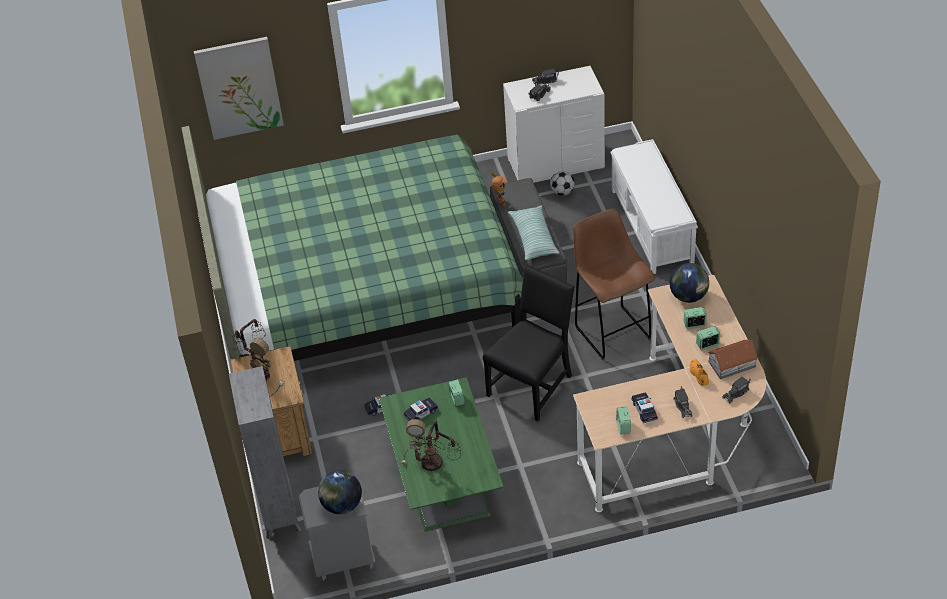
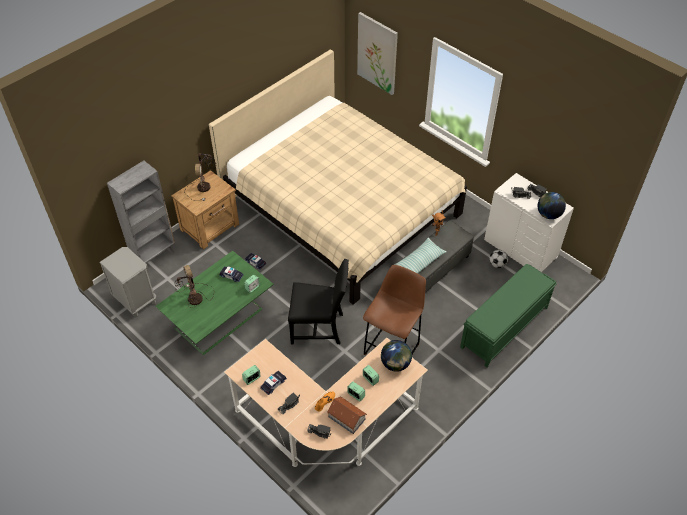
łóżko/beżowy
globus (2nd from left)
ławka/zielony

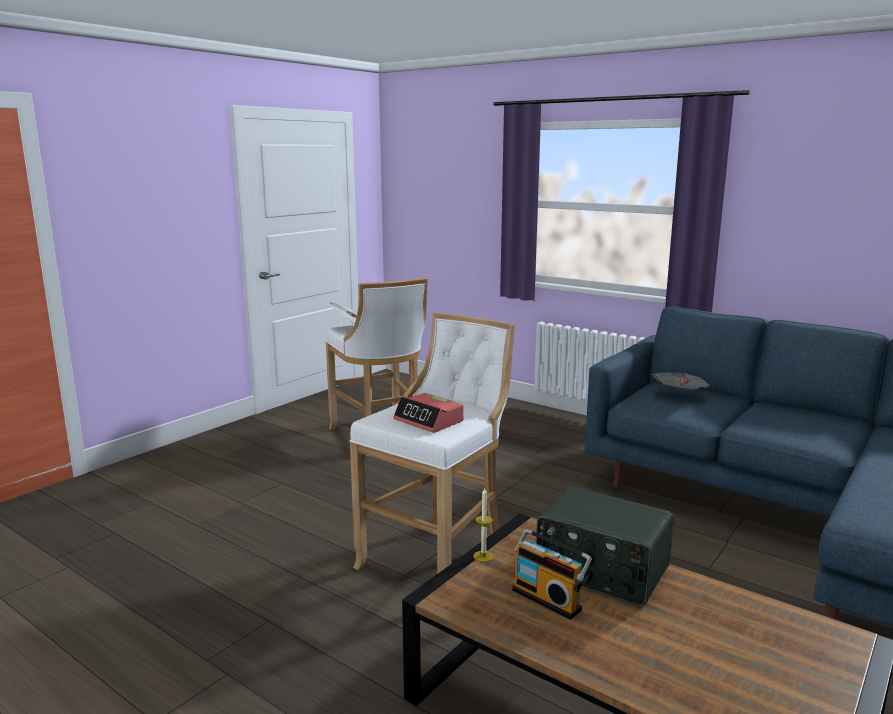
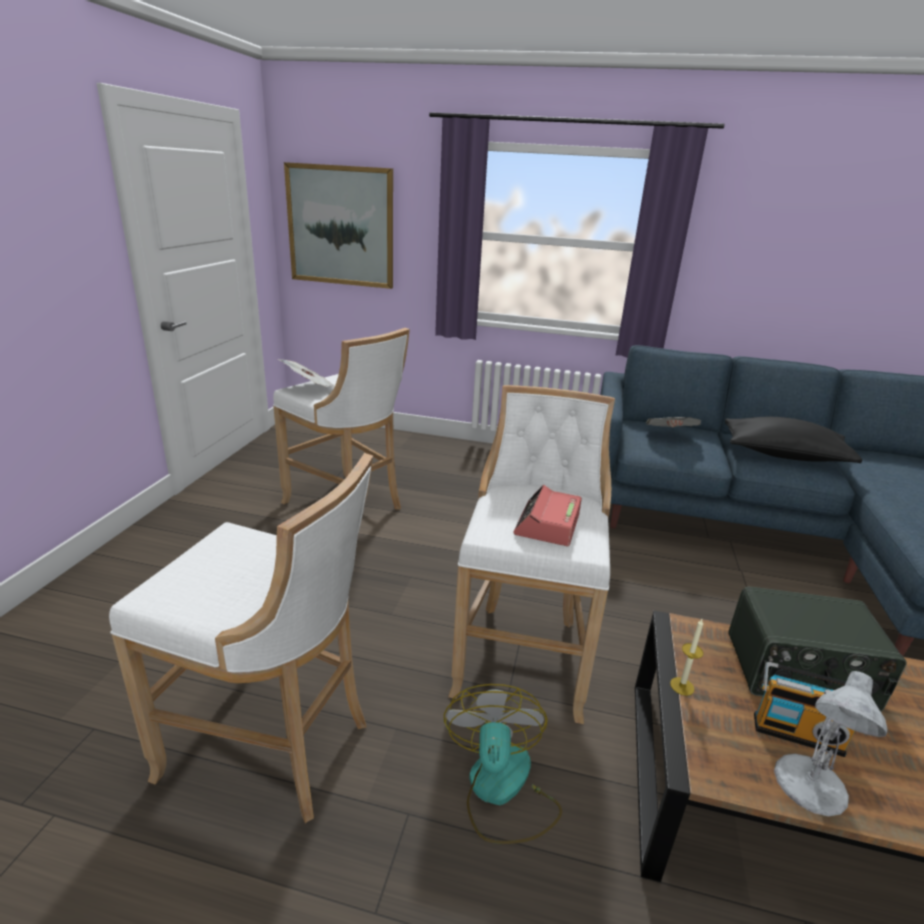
budzik
stołek/biały (1st from left)
obraz
wentylator
poduszka/czarny
lampa stołowa/biały

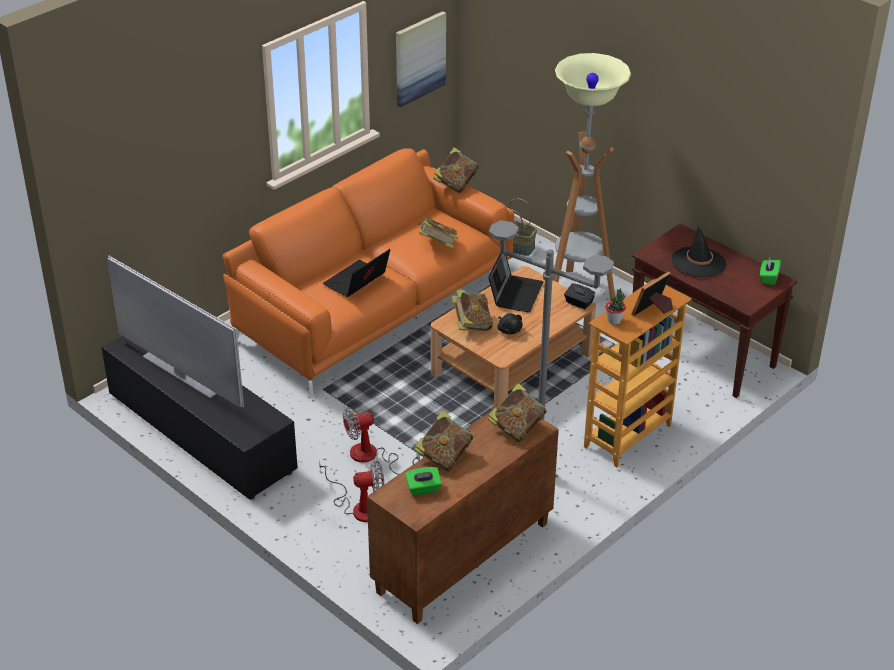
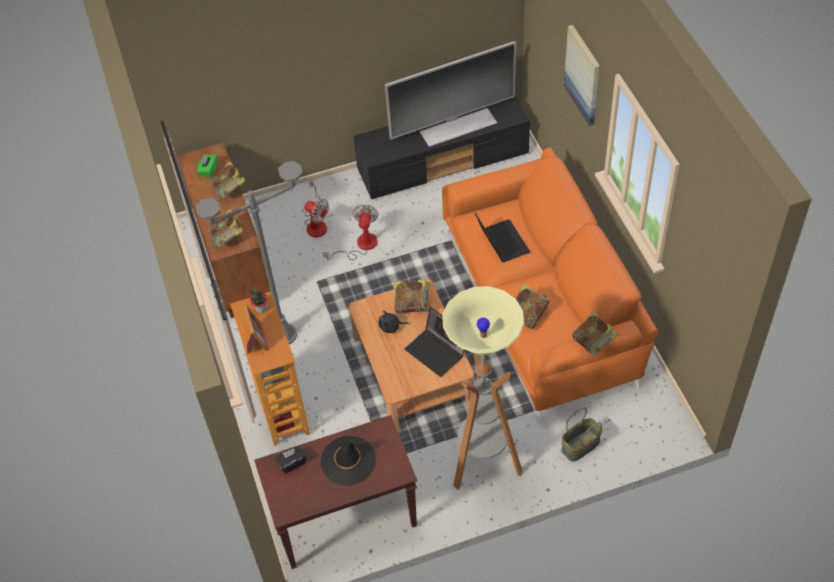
wentylator (1st from left)
obraz
pudełko chusteczek/czarny
pudełko chusteczek/zielony (2nd from left in the first image)

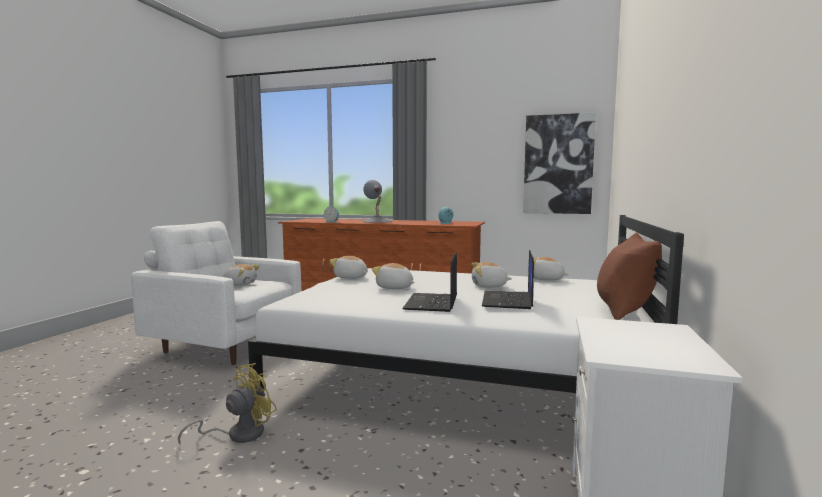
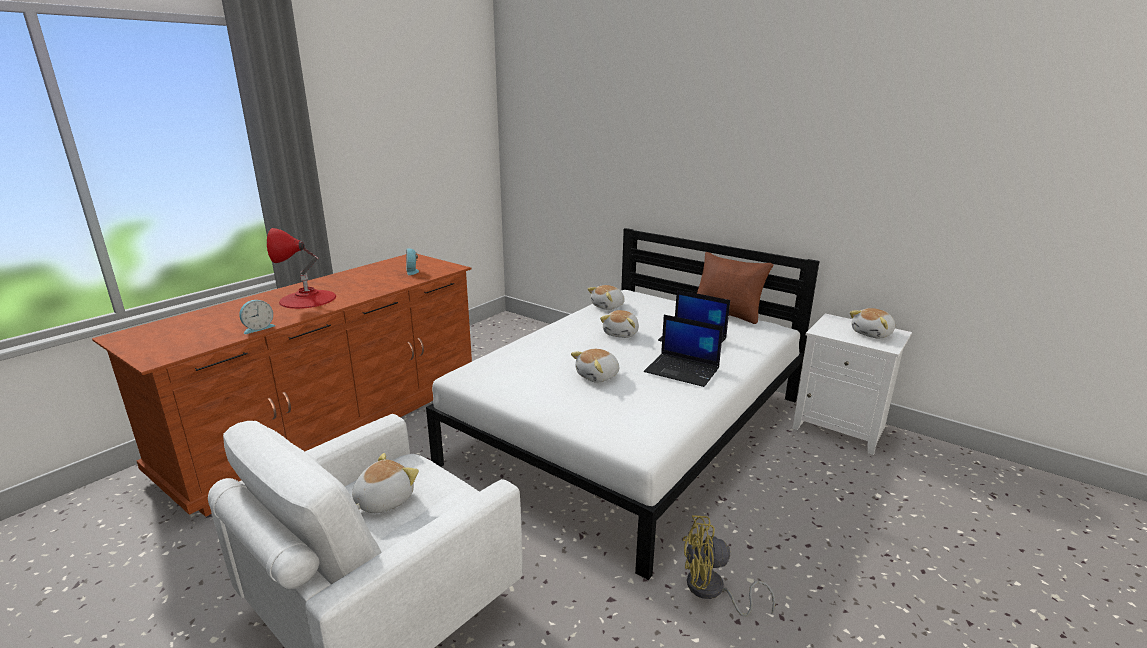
wentylator/żółty
pluszak (5th from left)
lampa stołowa/czerwony
obraz

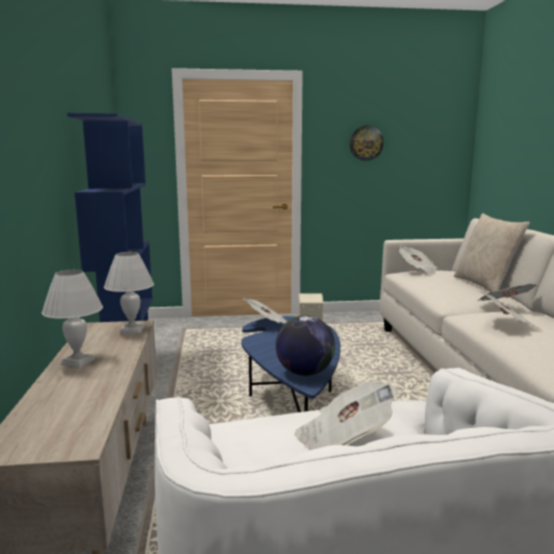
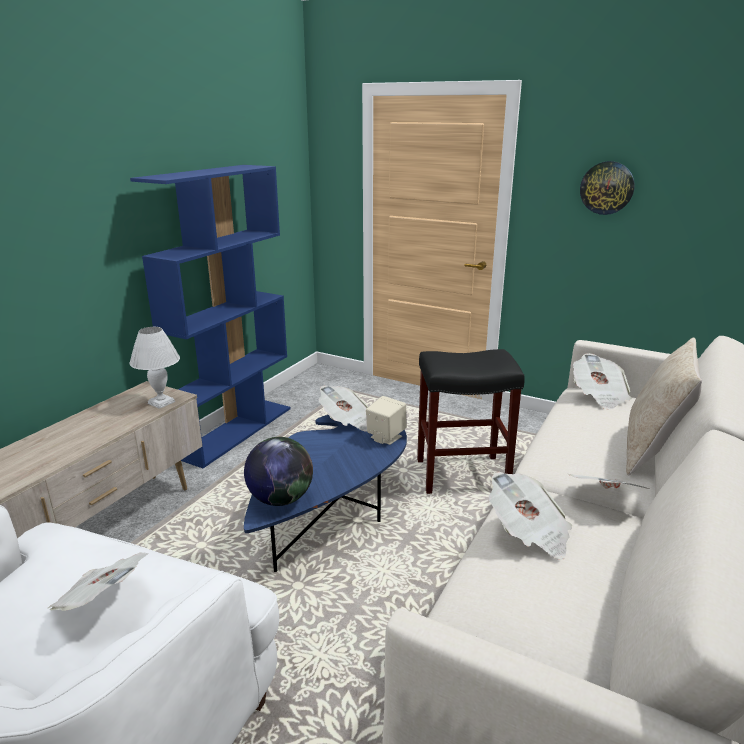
lampa stołowa/biały (1st from left in the first image)
stołek/czarny

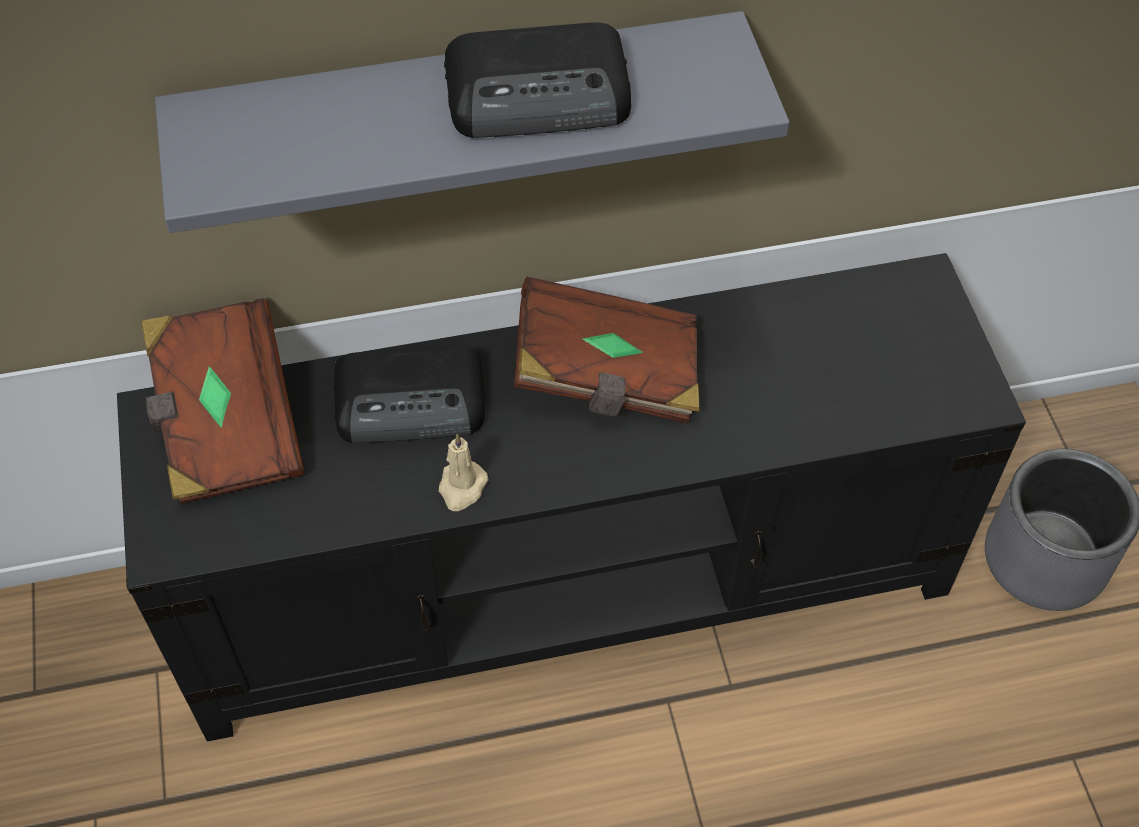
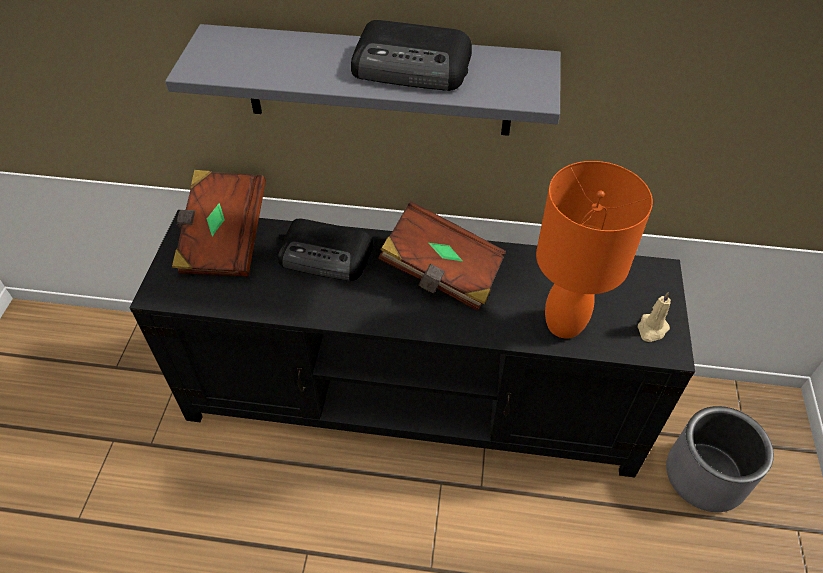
świeca/beżowy
lampa stołowa/pomarańczowy

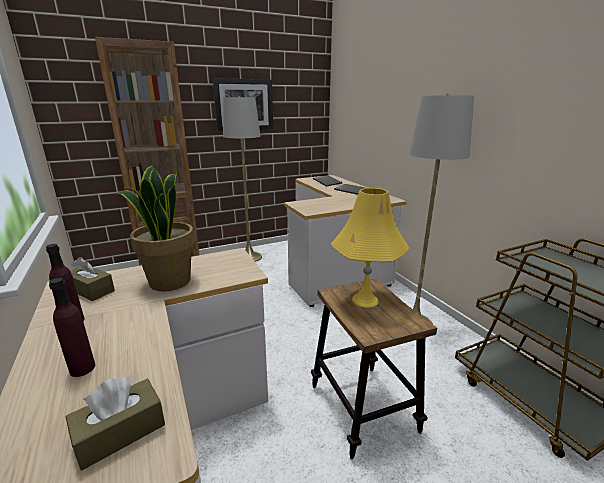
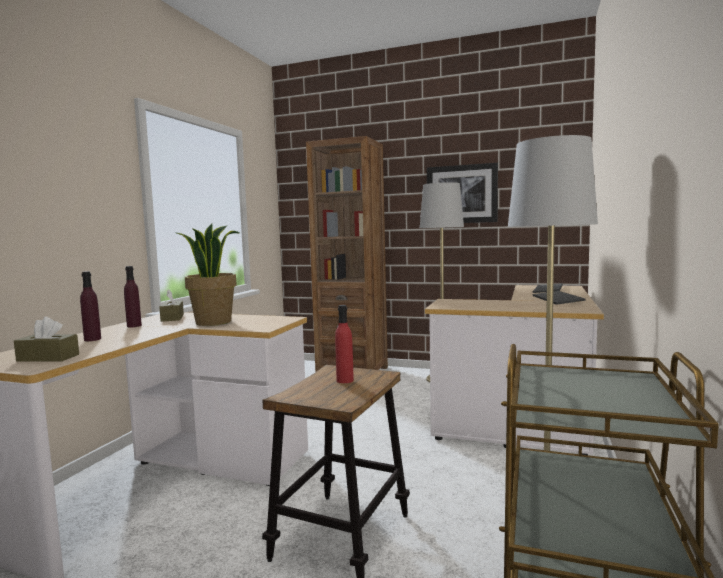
butelka/czerwony

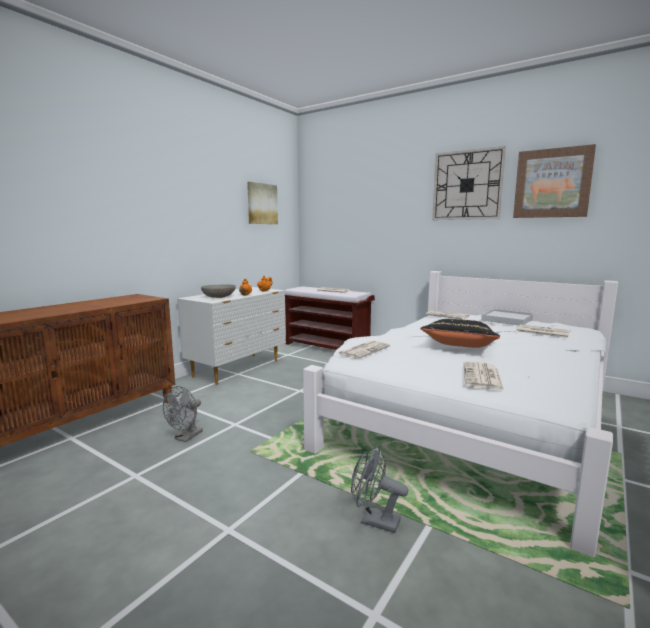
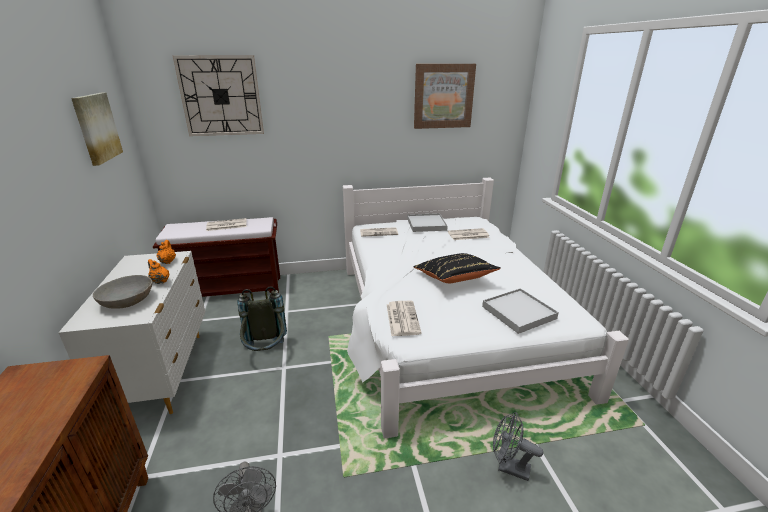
wentylator/szary (2nd from left)
zegar ścienny
taca/biały (2nd from left)
plecak/szary

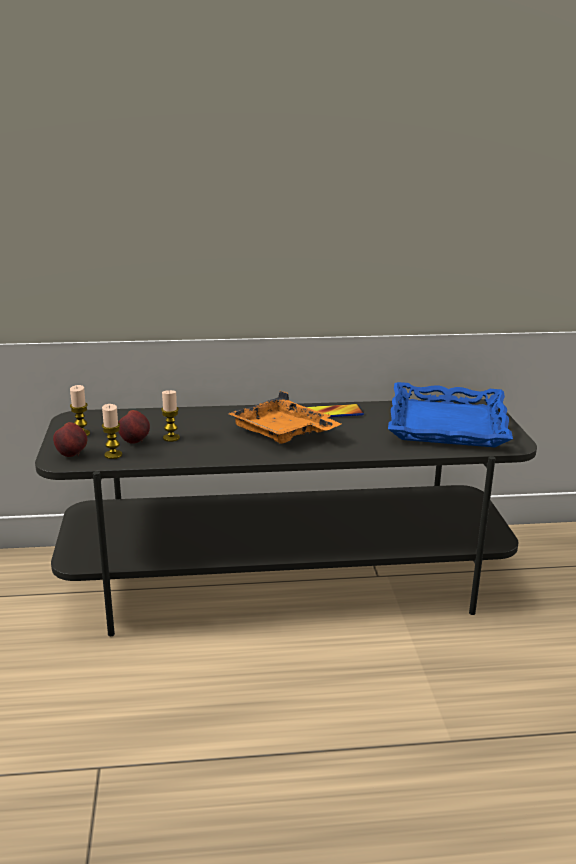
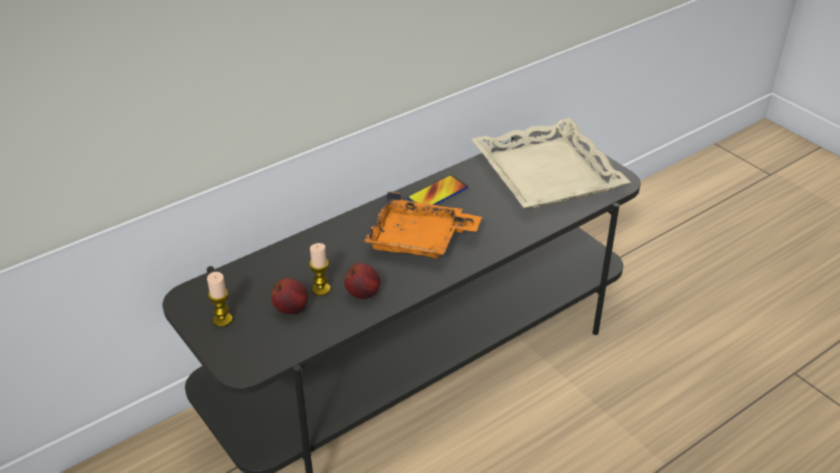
jabłko (2nd from left)
świeca (2nd from left in the first image)
taca/beżowy

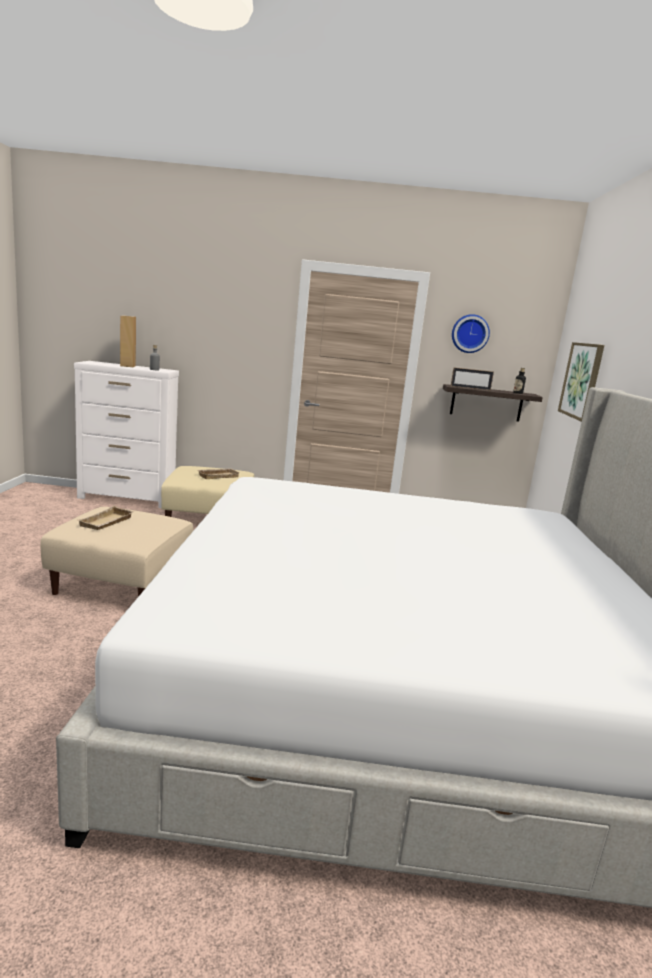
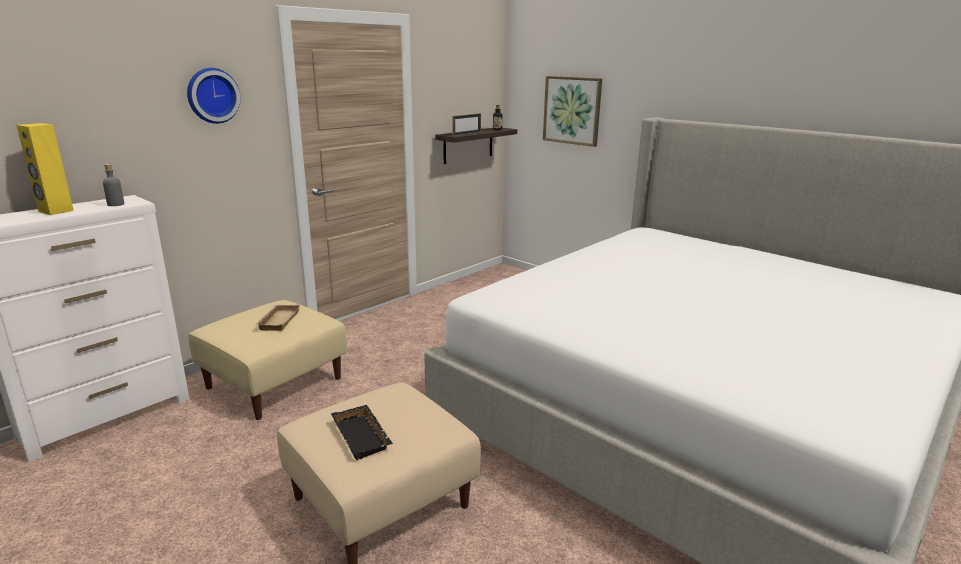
taca/czarny
głośnik/żółty
zegar ścienny

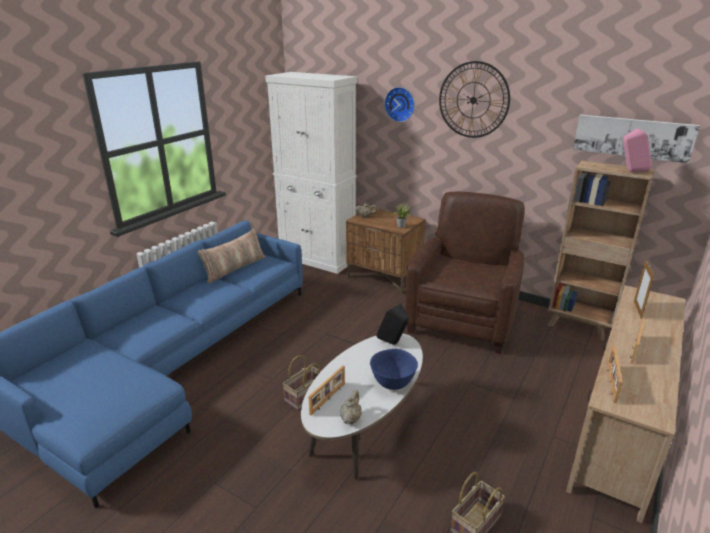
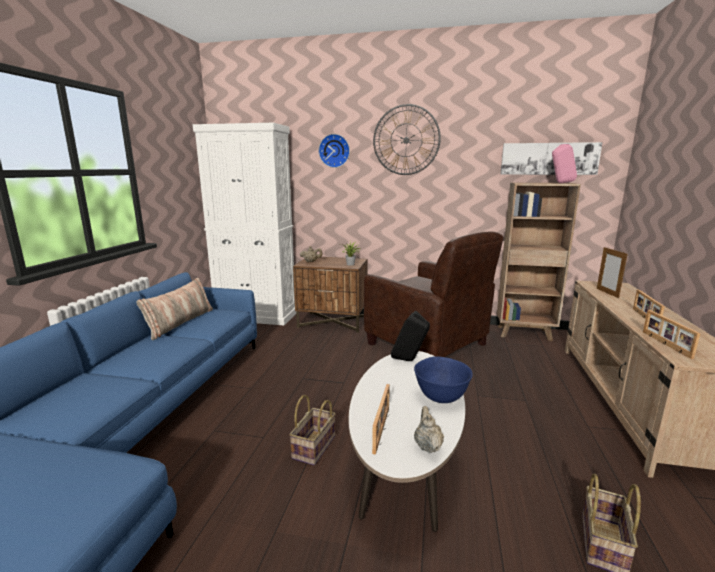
fotel/brązowy

